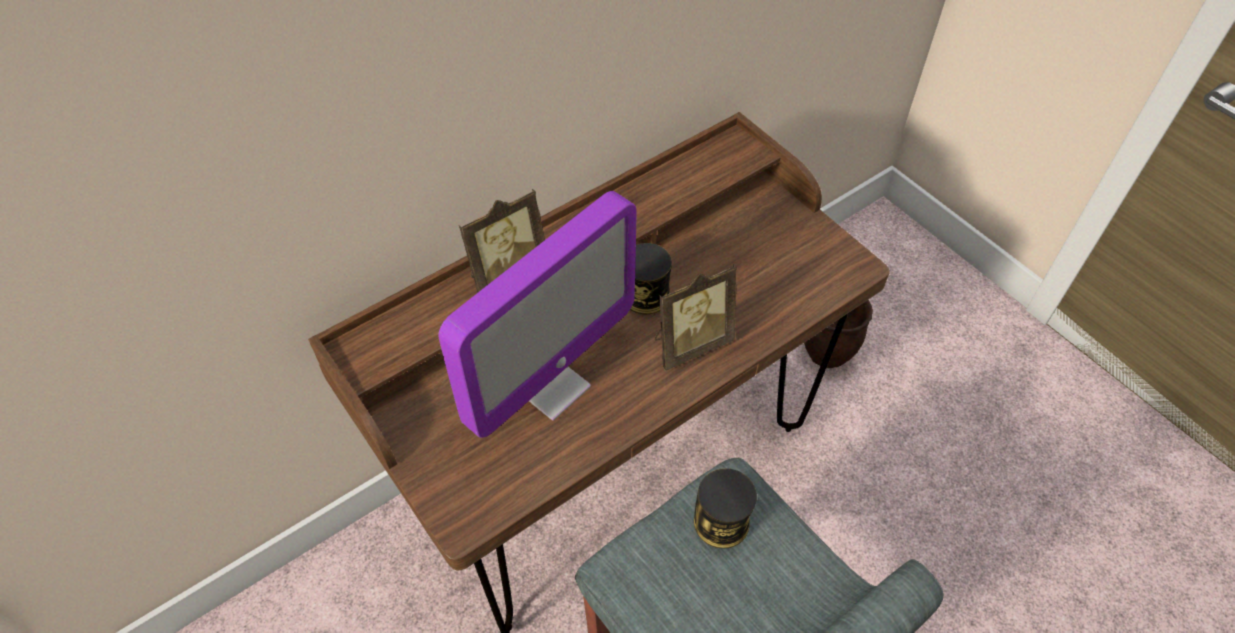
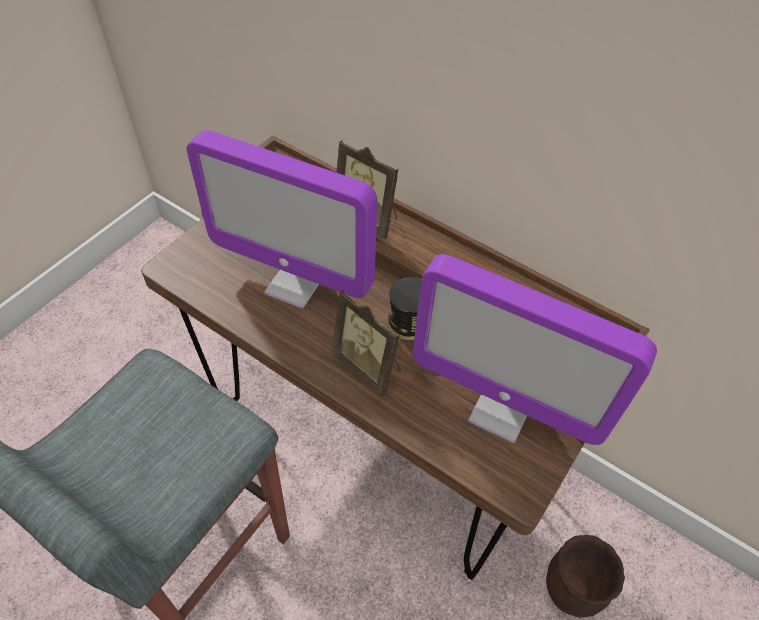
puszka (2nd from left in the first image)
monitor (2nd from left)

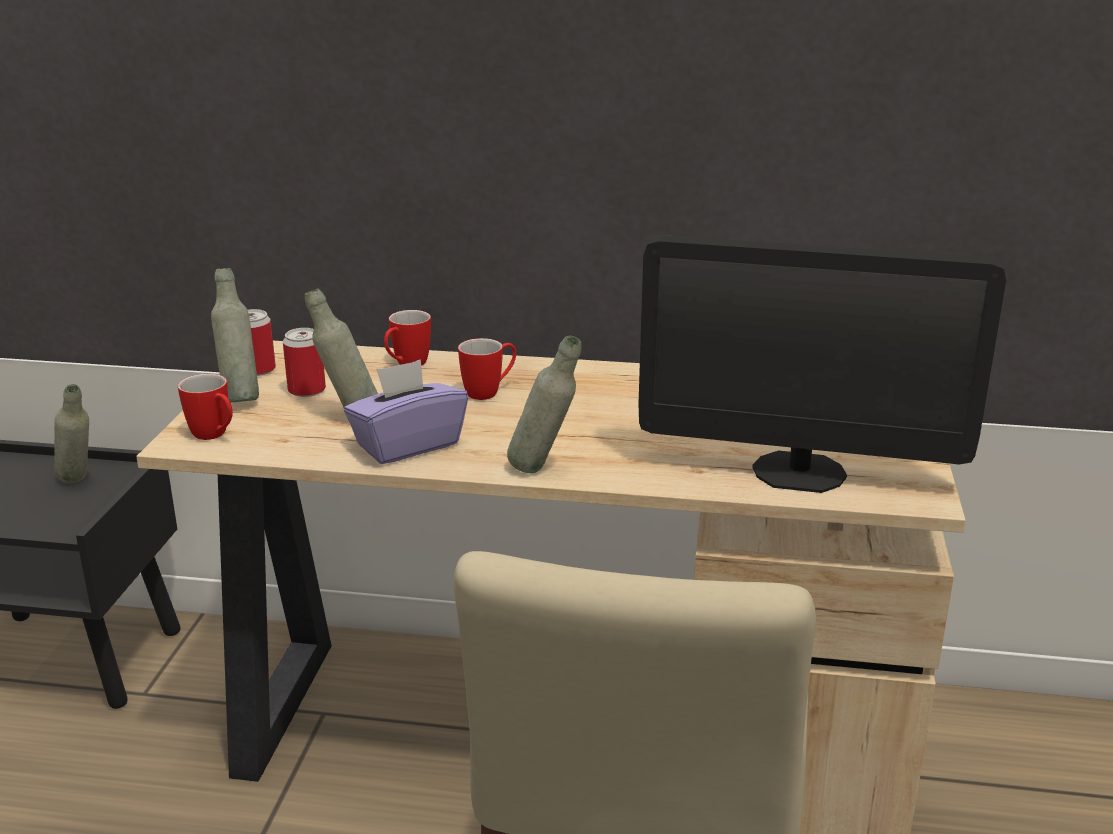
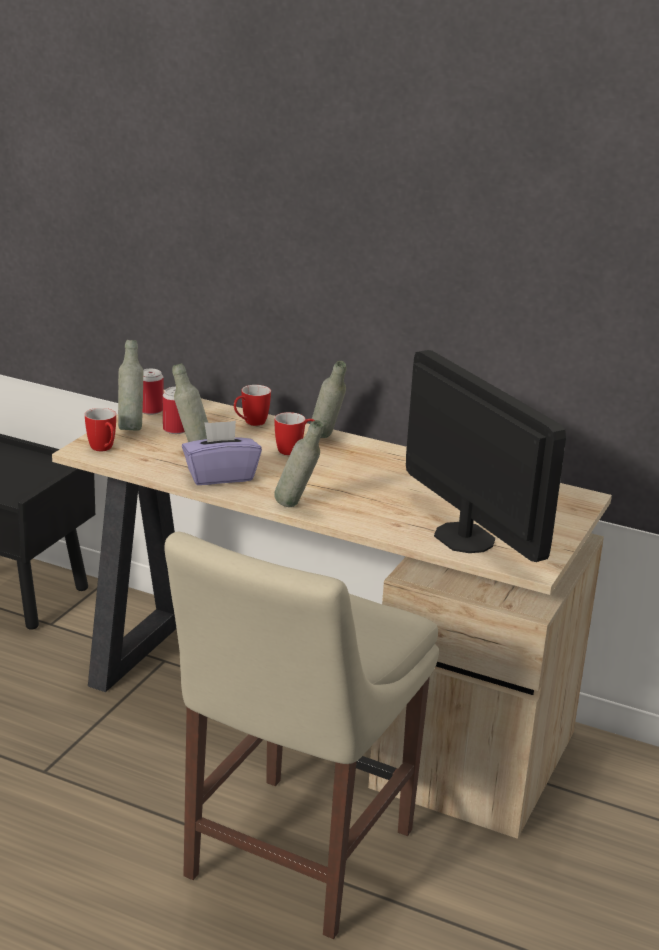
butelka/szary (4th from left)
monitor

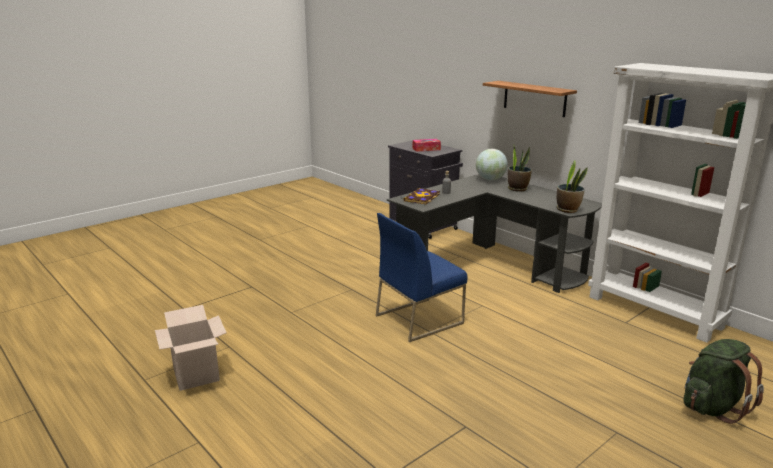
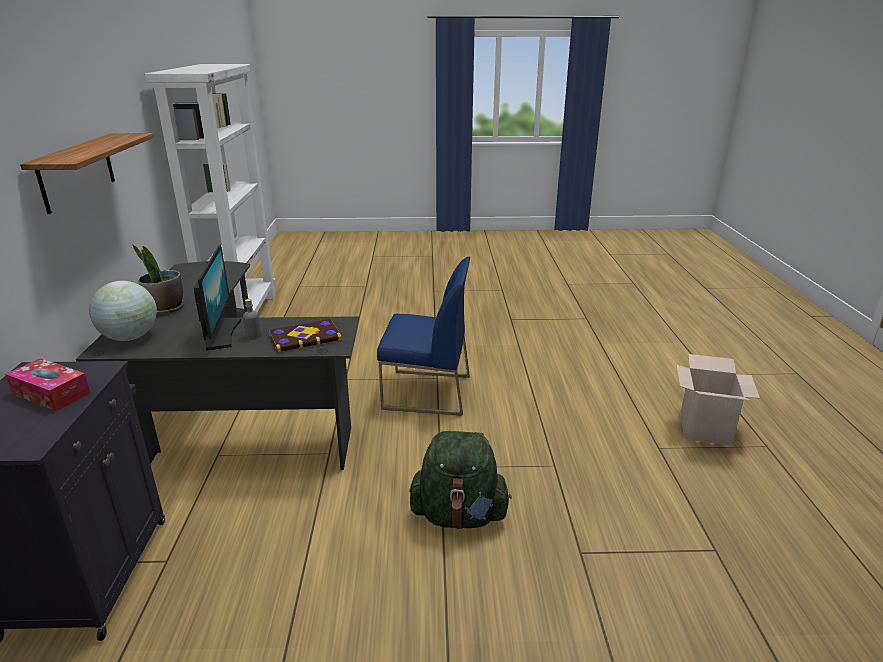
roślina doniczkowa (2nd from left in the first image)
plecak/zielony
monitor

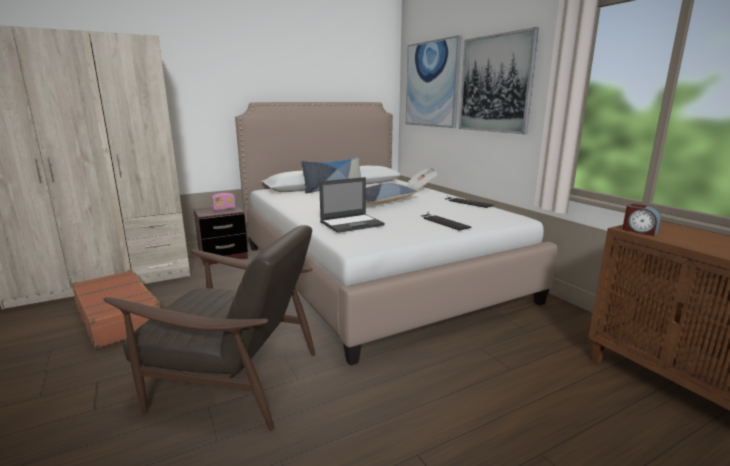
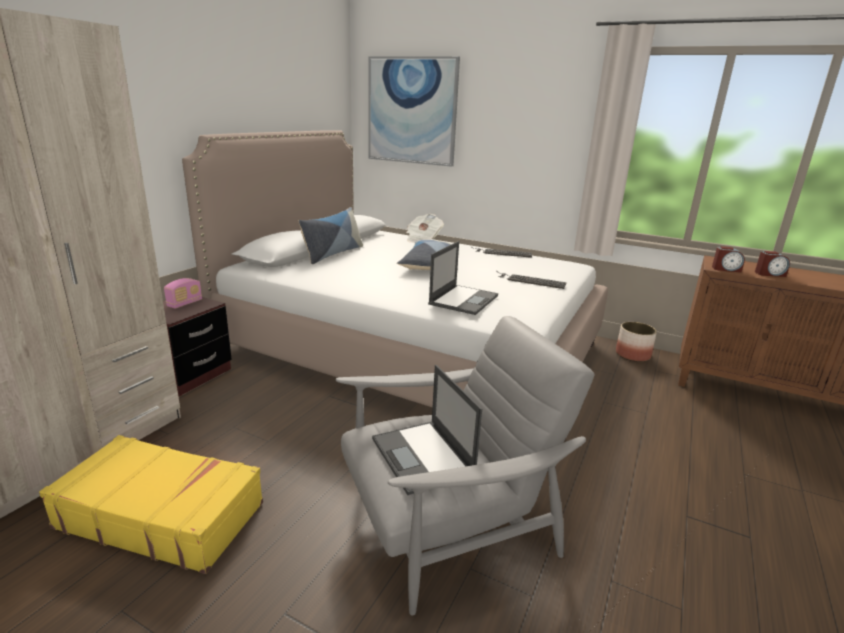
walizka/żółty
fotel/szary
obraz (2nd from left in the first image)
laptop (1st from left)
donica
budzik (2nd from left)

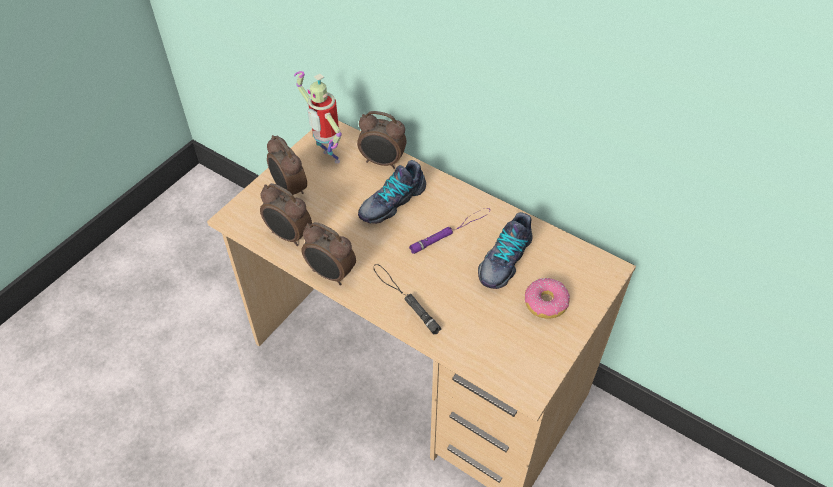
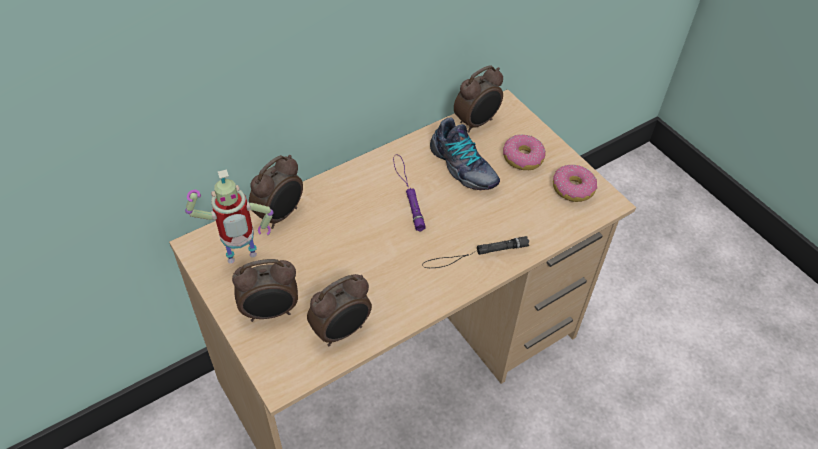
budzik (4th from left)
but (1st from left in the first image)
donut (2nd from left)

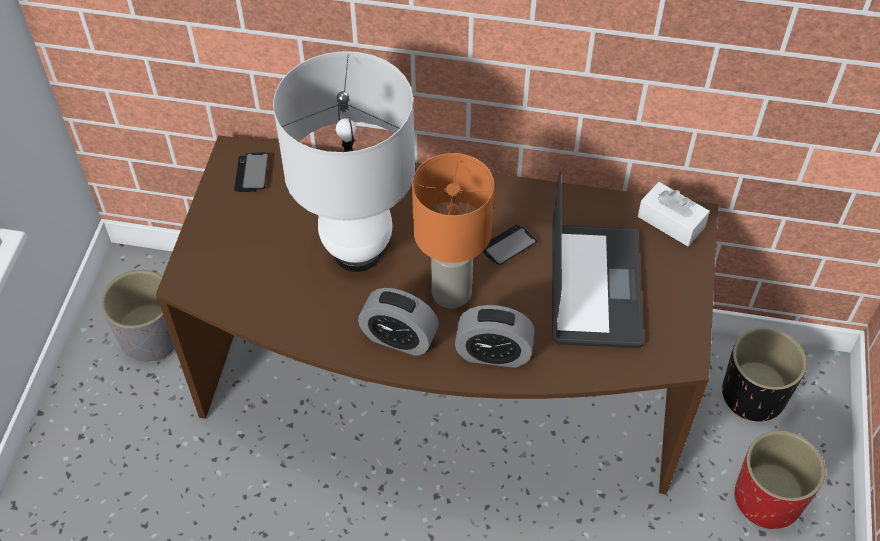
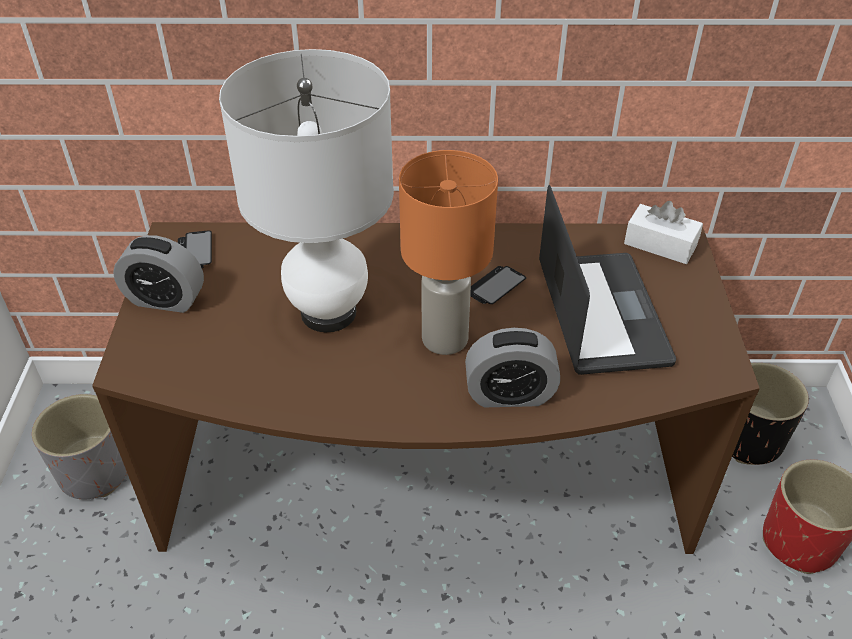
budzik (1st from left)

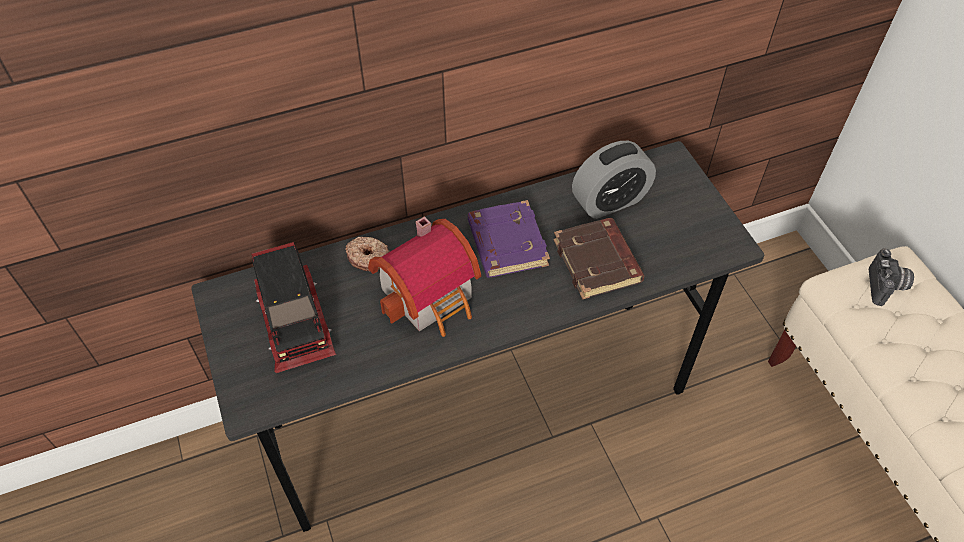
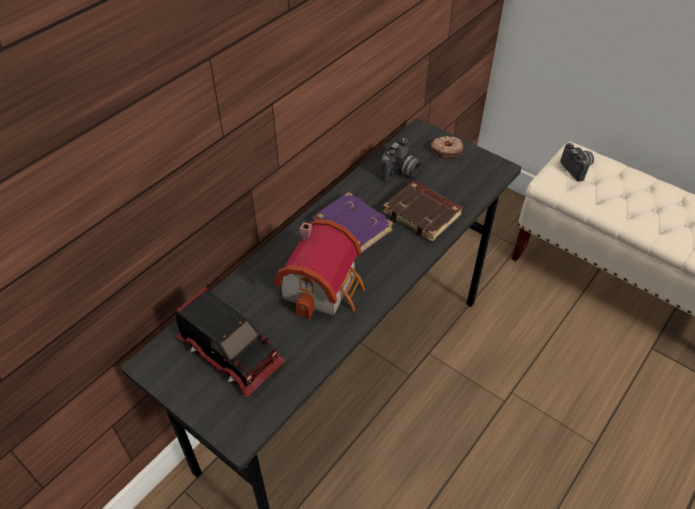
donut
aparat fotograficzny (1st from left)

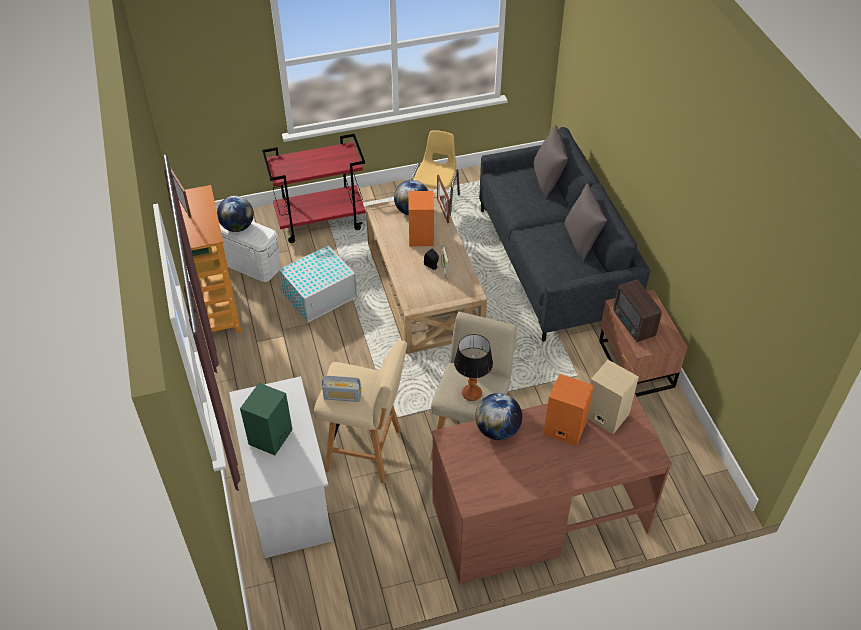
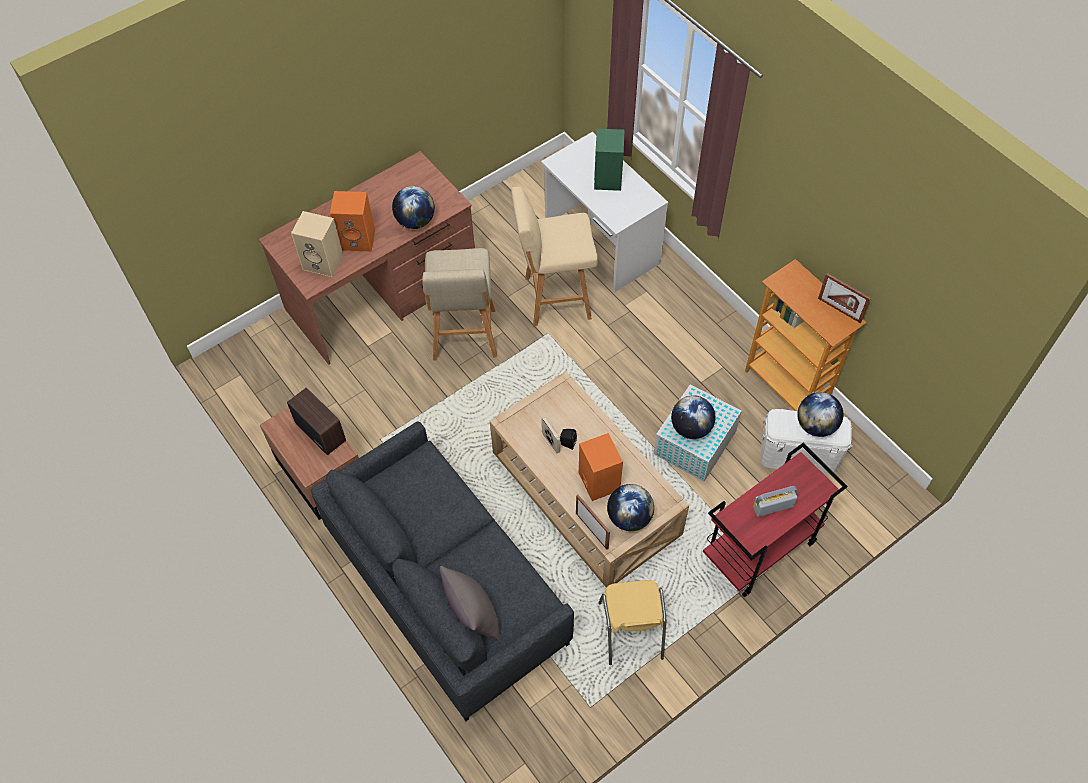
radio (2nd from left)
lampa stołowa
poduszka/szary (2nd from left in the first image)
globus (3rd from left)

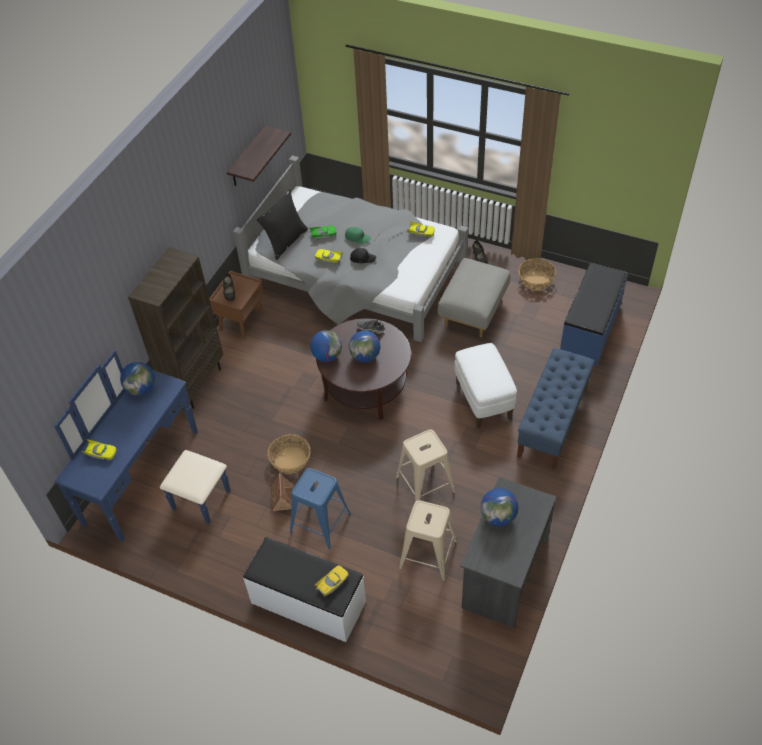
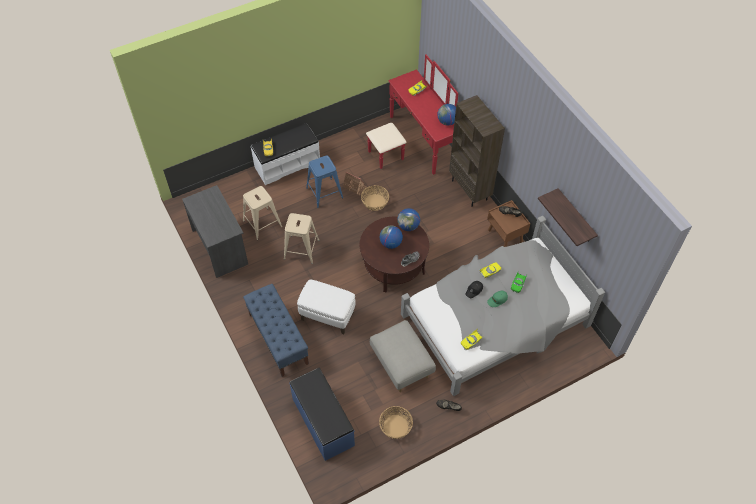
komoda/czerwony
poduszka/czarny
globus (4th from left in the first image)

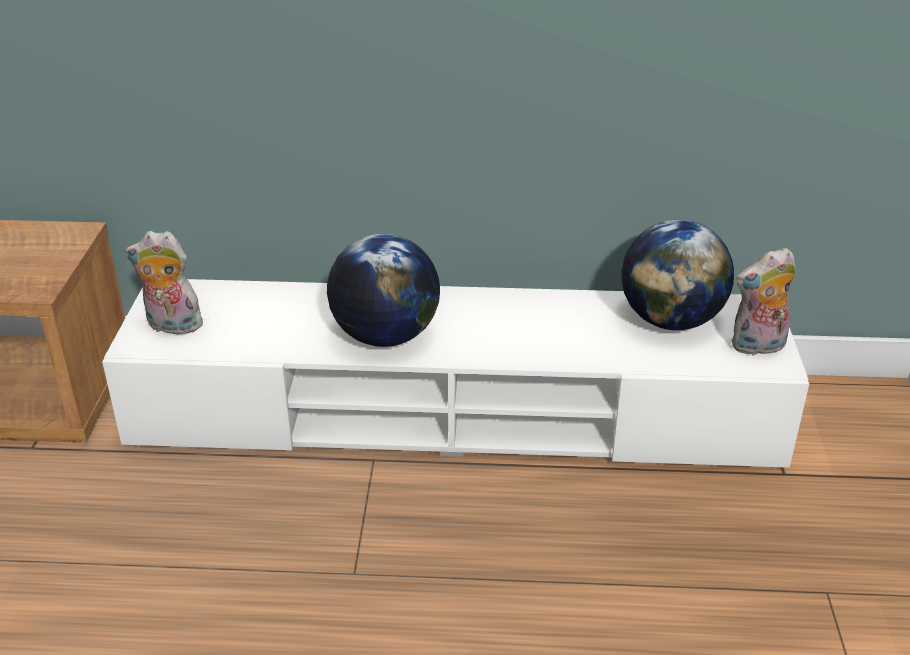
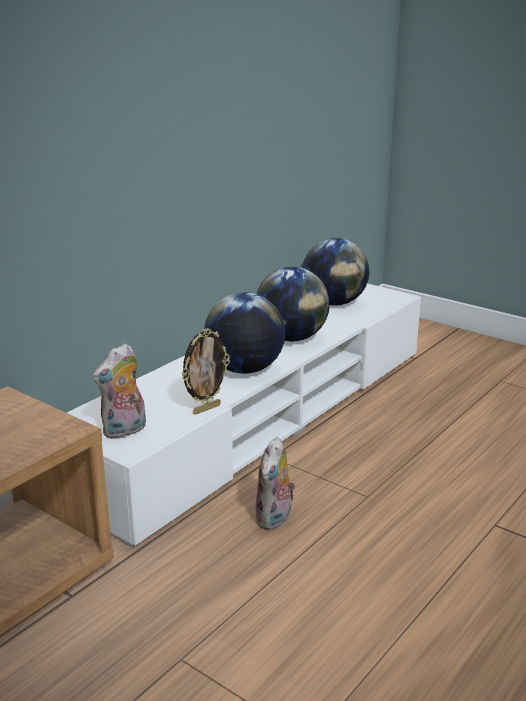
pluszak (2nd from left)
ramka na zdjęcie
globus (2nd from left)

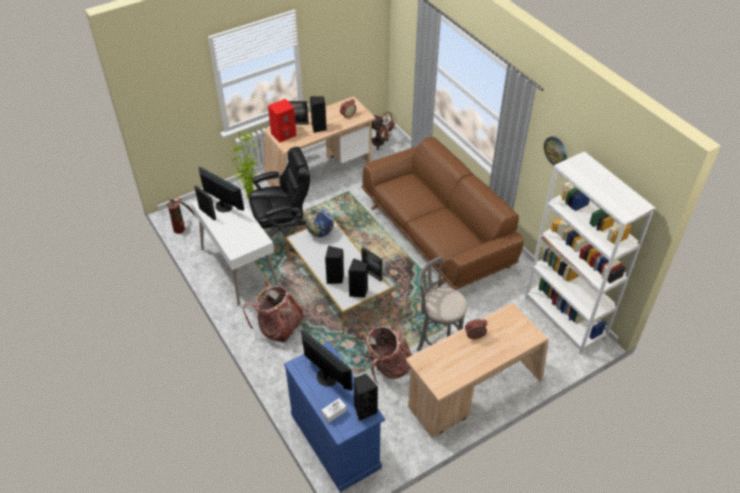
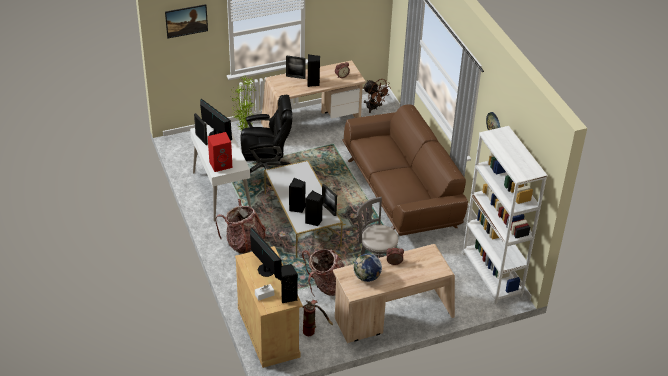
gaśnica
głośnik/czerwony
szafka/beżowy
globus
obraz

